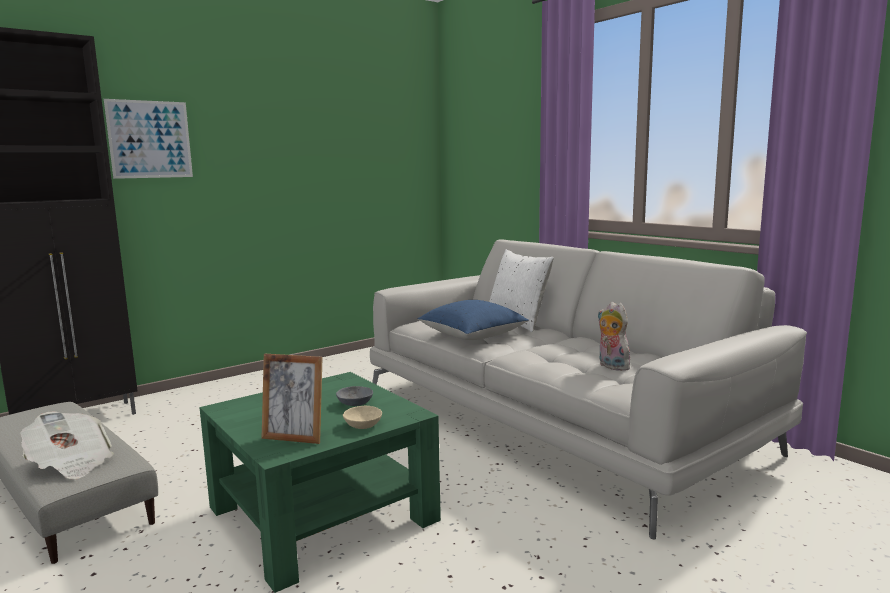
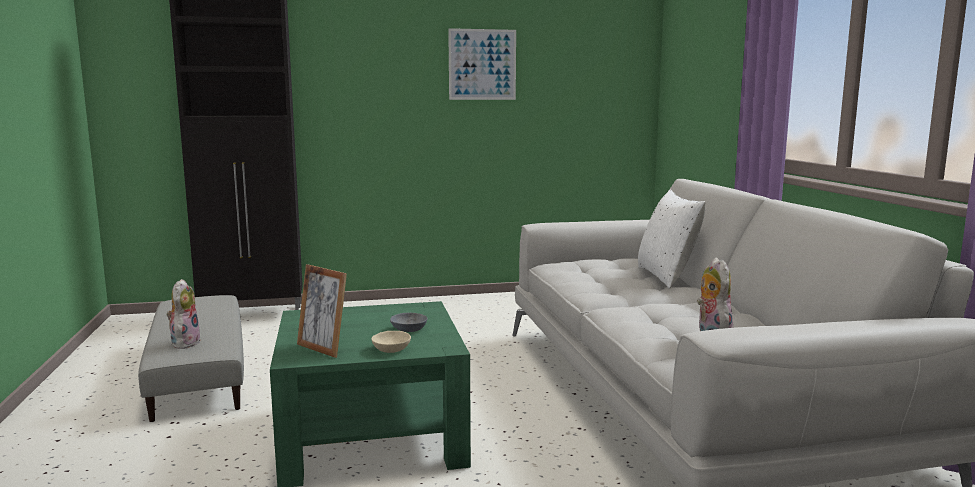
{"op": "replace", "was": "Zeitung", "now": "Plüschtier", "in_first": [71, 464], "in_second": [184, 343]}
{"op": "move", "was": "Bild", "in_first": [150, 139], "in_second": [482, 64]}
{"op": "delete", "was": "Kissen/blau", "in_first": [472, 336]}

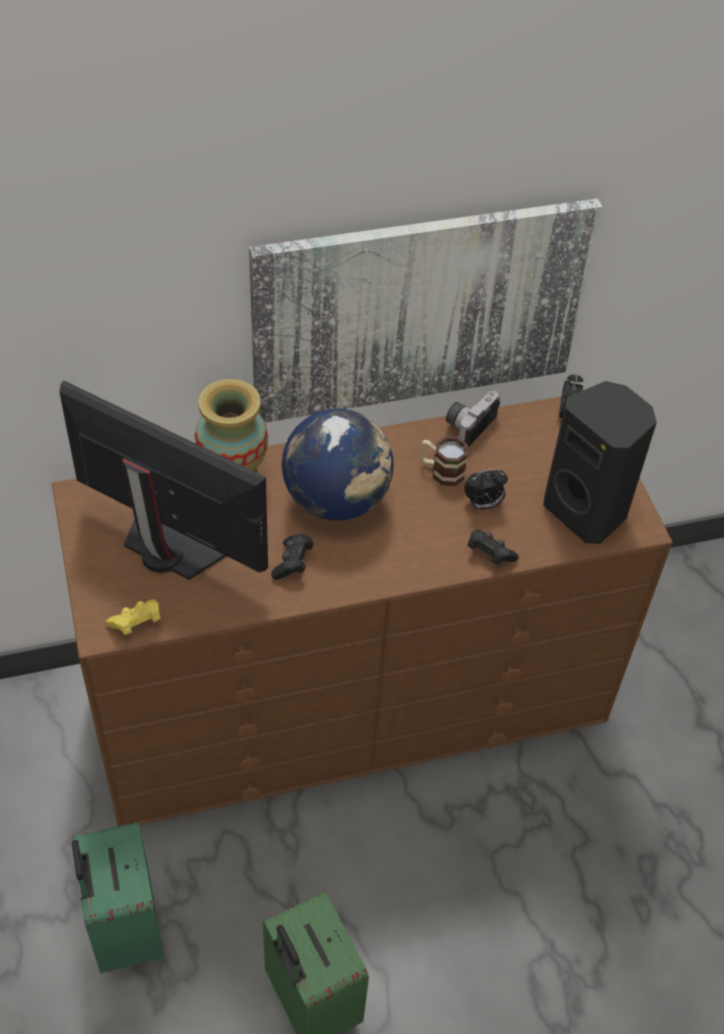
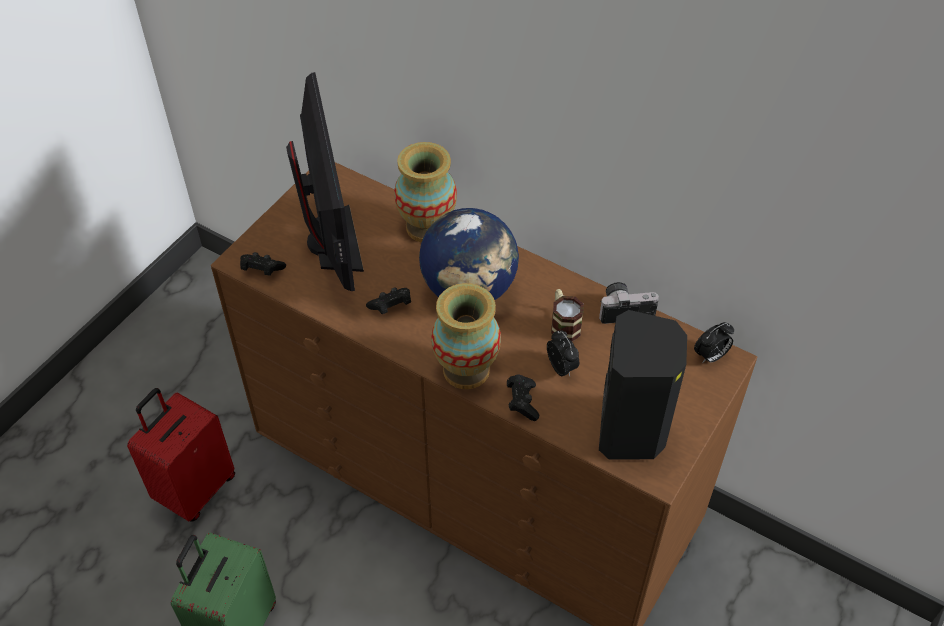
{"op": "recolor", "was": "Koffer/grün", "now": "Koffer/rot", "in_first": [124, 930], "in_second": [195, 489]}
{"op": "recolor", "was": "Gamepad/gelb", "now": "Gamepad/schwarz", "in_first": [136, 623], "in_second": [261, 270]}
{"op": "insert", "now": "Vase", "in_second": [466, 370]}
{"op": "rotate", "was": "Wecker", "in_first": [483, 504], "in_second": [562, 368], "clockwise": -150}
{"op": "delete", "was": "Bild", "in_first": [419, 310]}

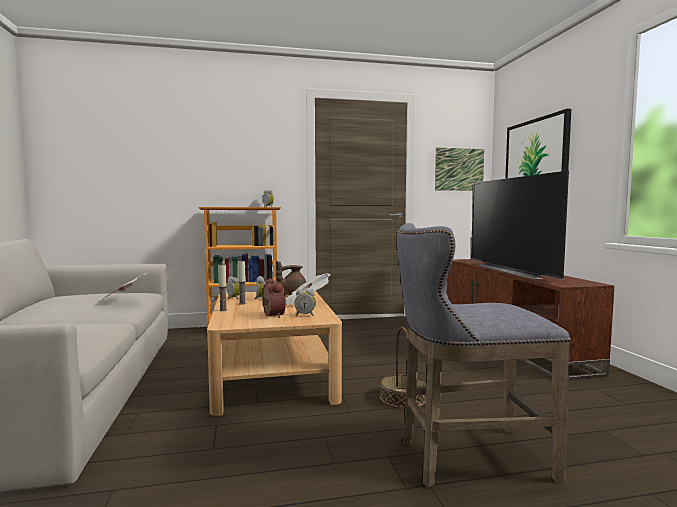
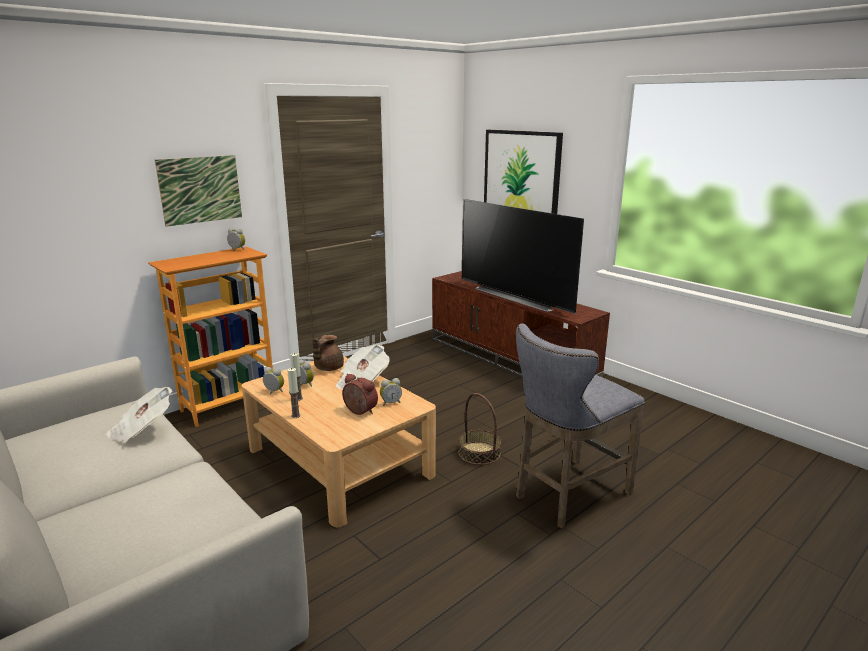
{"op": "move", "was": "Bild", "in_first": [459, 169], "in_second": [200, 189]}

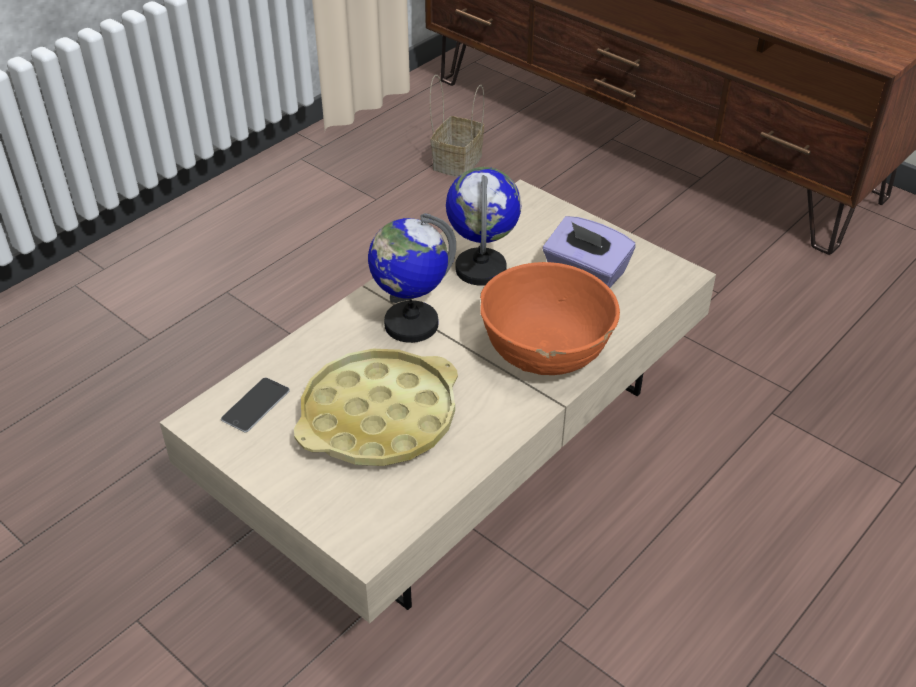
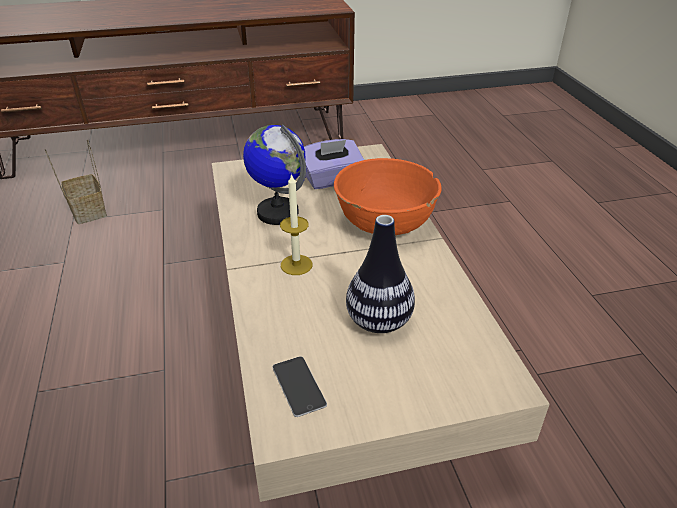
{"op": "replace", "was": "Globus", "now": "Kerze", "in_first": [410, 324], "in_second": [296, 265]}
{"op": "replace", "was": "Tablett/gelb", "now": "Vase", "in_first": [379, 417], "in_second": [379, 321]}

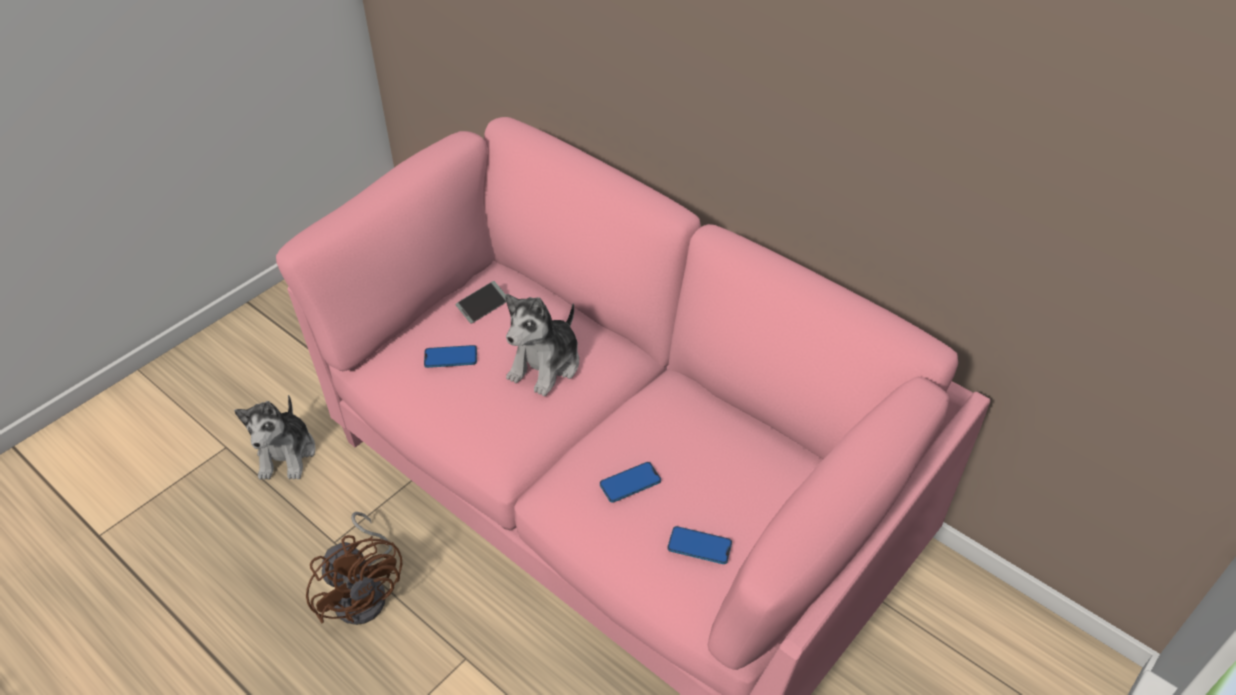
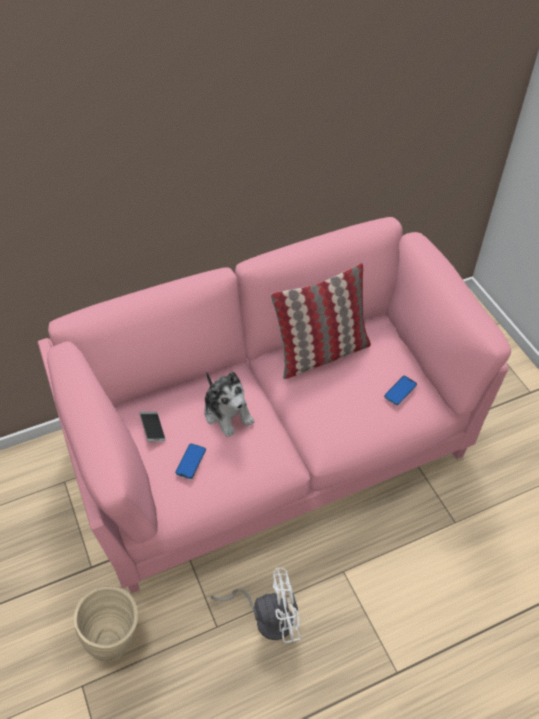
{"op": "replace", "was": "Plüschtier", "now": "Vase/beige", "in_first": [287, 454], "in_second": [117, 640]}
{"op": "recolor", "was": "Ventilator/braun", "now": "Ventilator/weiß", "in_first": [365, 591], "in_second": [267, 616]}
{"op": "insert", "now": "Kissen", "in_second": [321, 353]}
{"op": "delete", "was": "Handy", "in_first": [630, 483]}

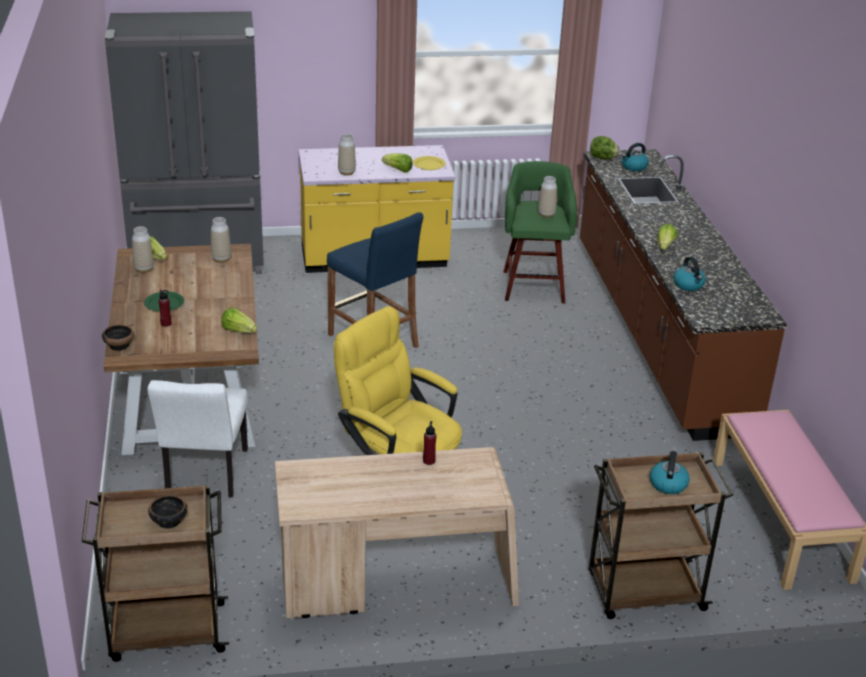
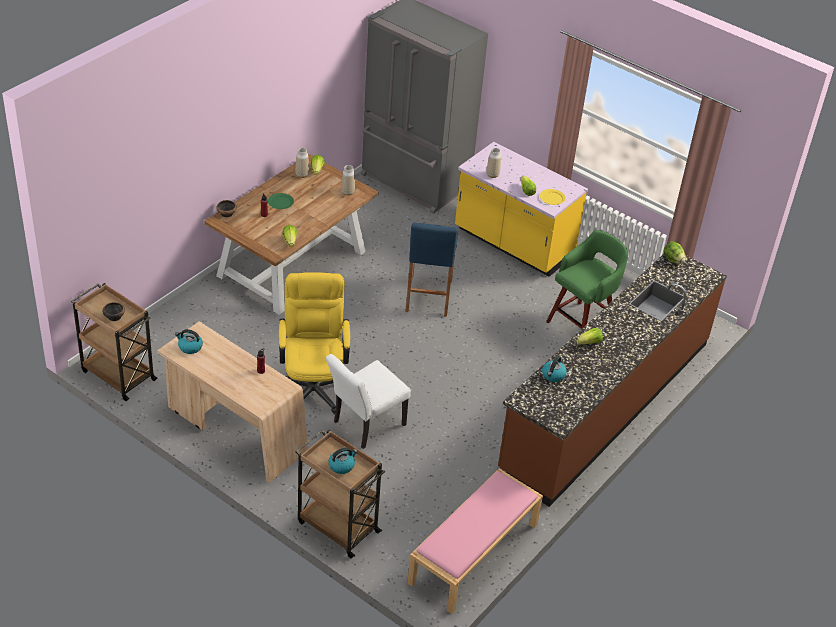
{"op": "move", "was": "Wasserkessel", "in_first": [633, 167], "in_second": [190, 347]}
{"op": "move", "was": "Stuhl/weiß", "in_first": [204, 476], "in_second": [364, 425]}
{"op": "delete", "was": "Vase", "in_first": [546, 215]}

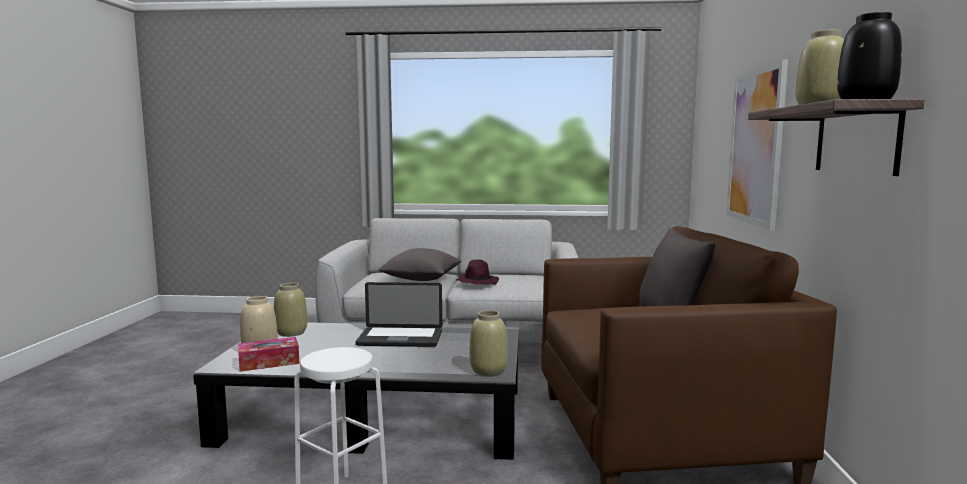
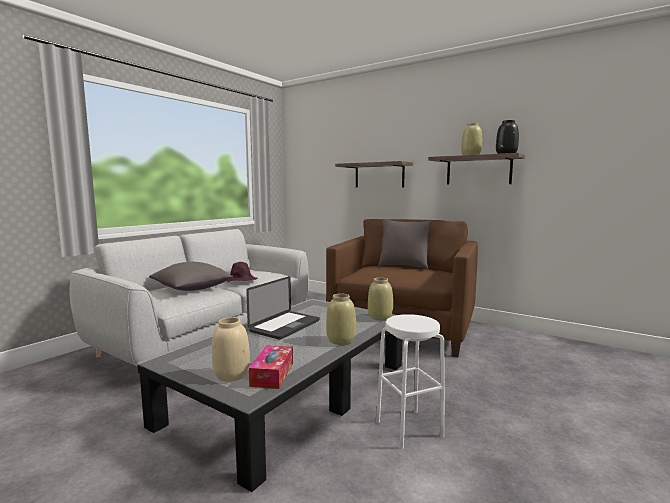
{"op": "move", "was": "Vase/beige", "in_first": [291, 333], "in_second": [341, 341]}
{"op": "replace", "was": "Bild", "now": "Wandregal", "in_first": [755, 146], "in_second": [379, 175]}

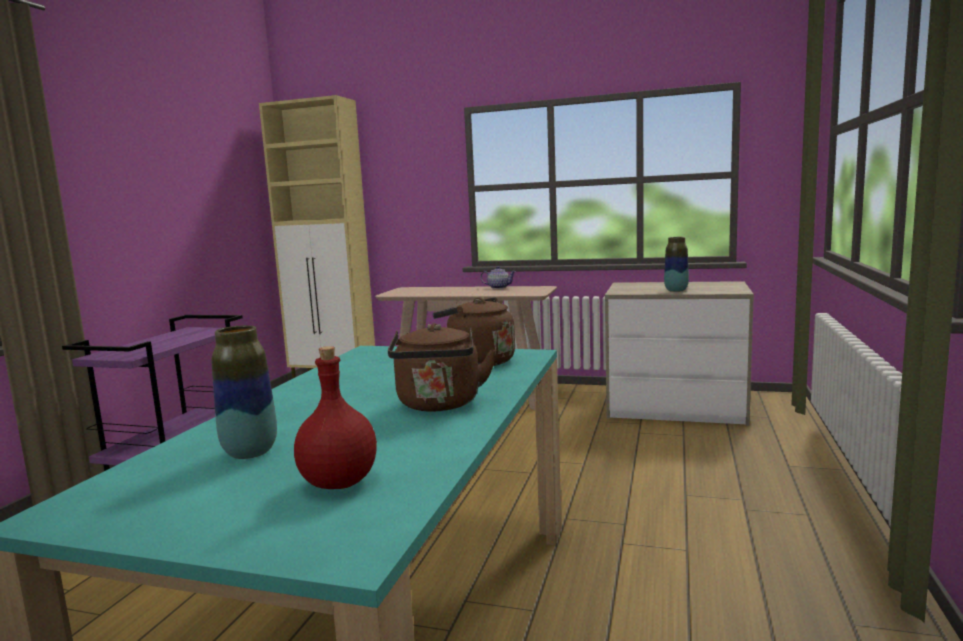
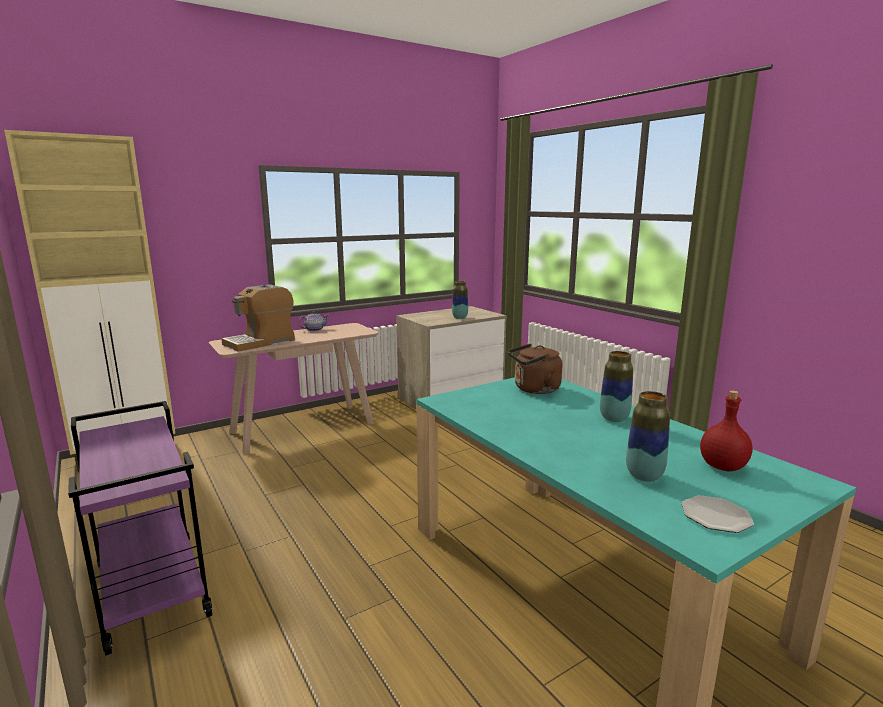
{"op": "insert", "now": "Kaffeemaschine", "in_second": [260, 342]}
{"op": "replace", "was": "Wasserkessel/braun", "now": "Vase", "in_first": [439, 405], "in_second": [614, 418]}
{"op": "insert", "now": "Teller", "in_second": [716, 516]}

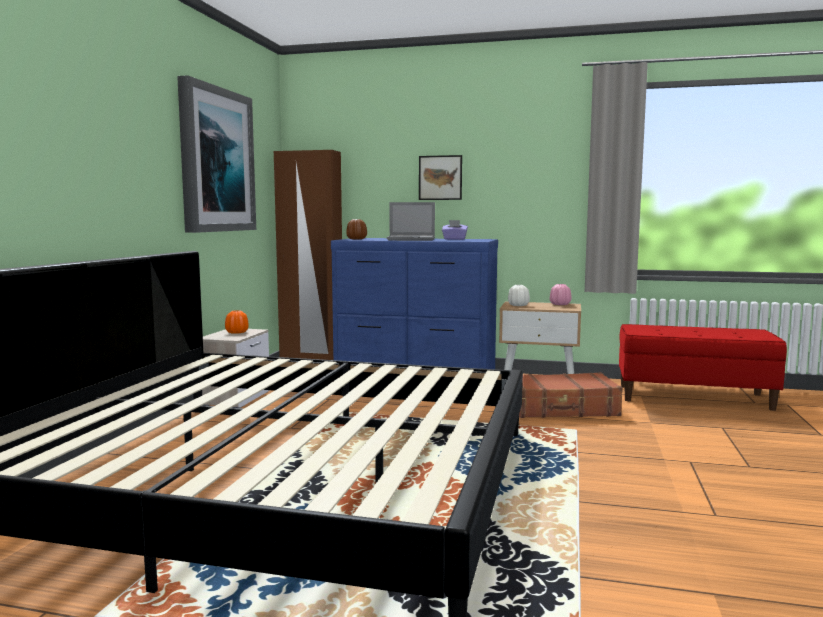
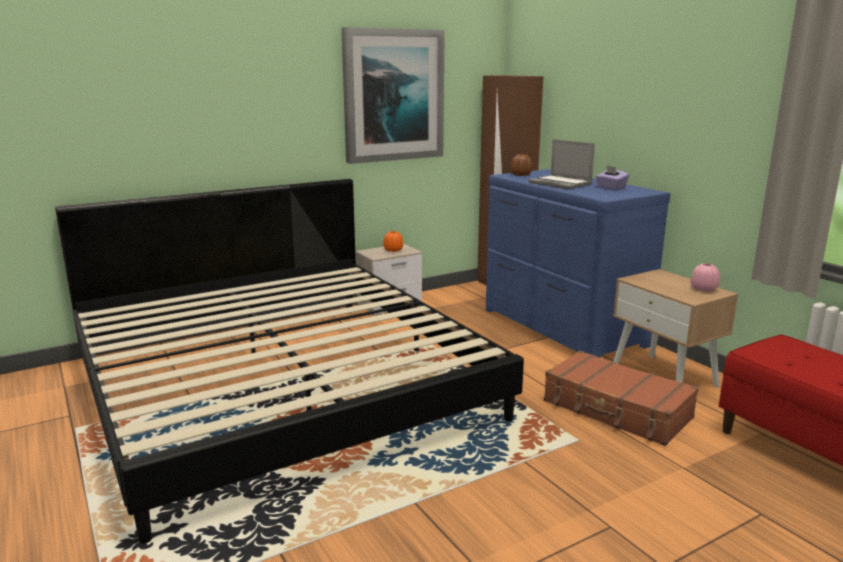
{"op": "delete", "was": "Bild", "in_first": [440, 177]}
{"op": "delete", "was": "Vase/weiß", "in_first": [518, 305]}

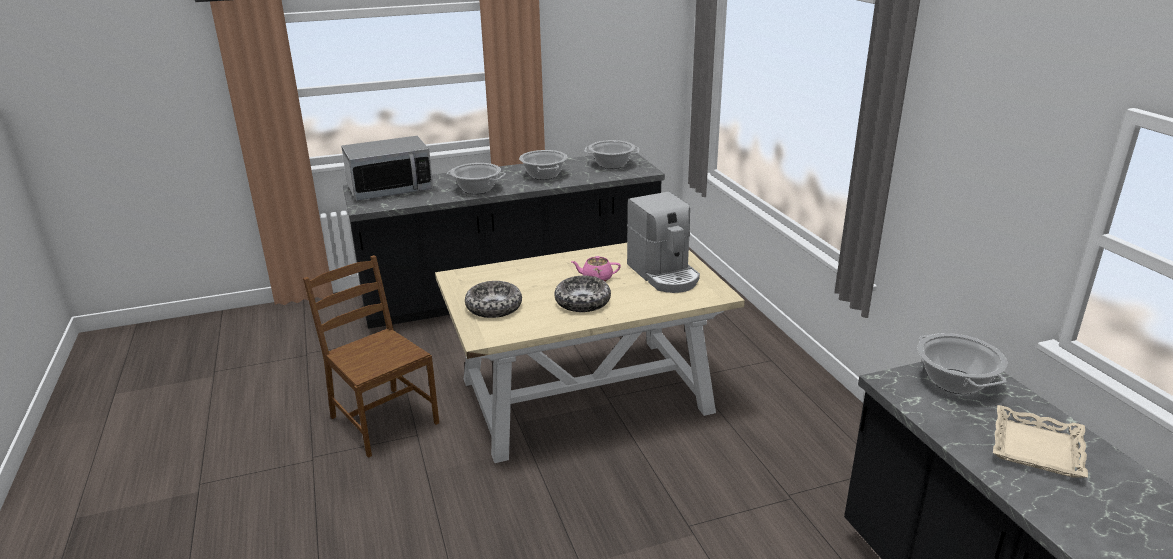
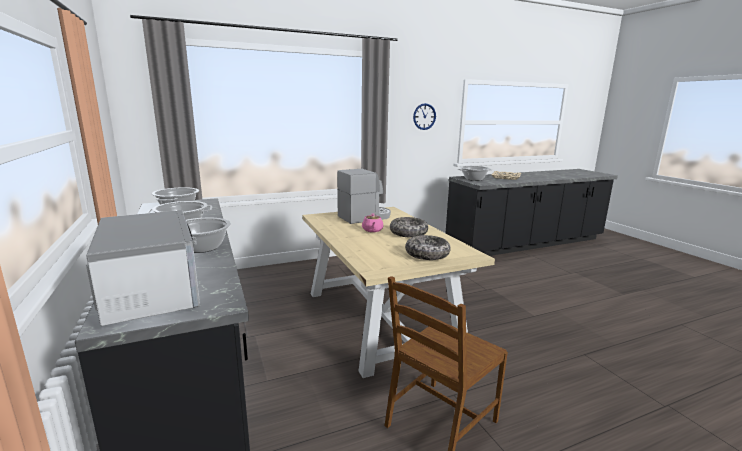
{"op": "insert", "now": "Wanduhr", "in_second": [424, 116]}

